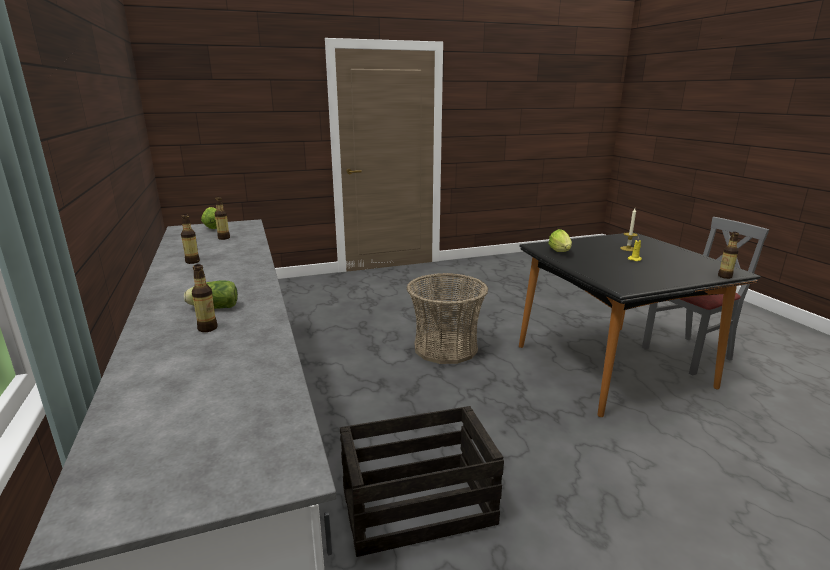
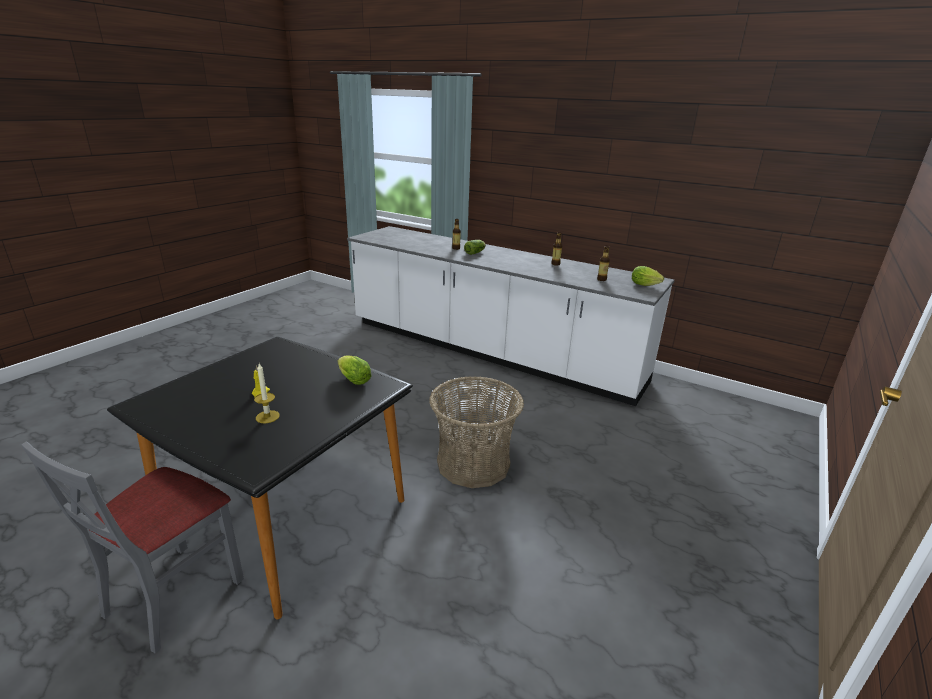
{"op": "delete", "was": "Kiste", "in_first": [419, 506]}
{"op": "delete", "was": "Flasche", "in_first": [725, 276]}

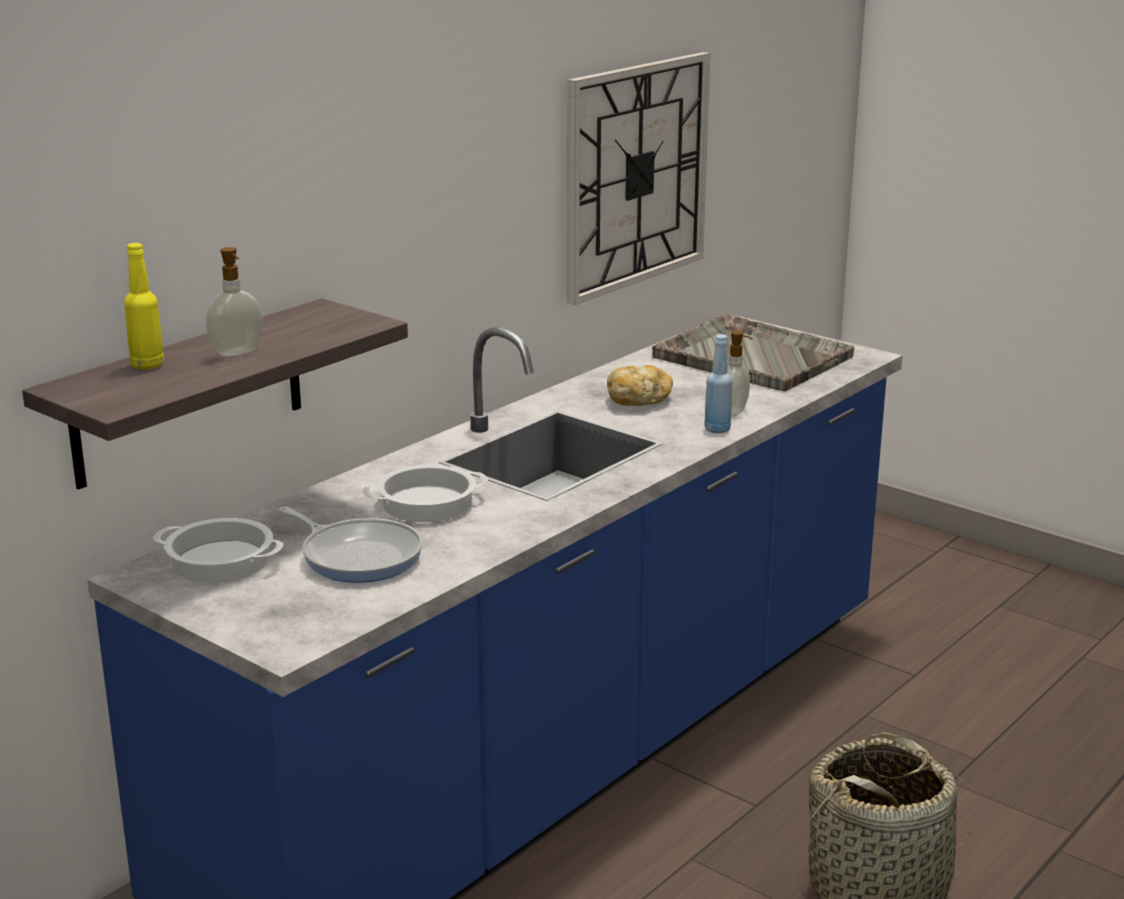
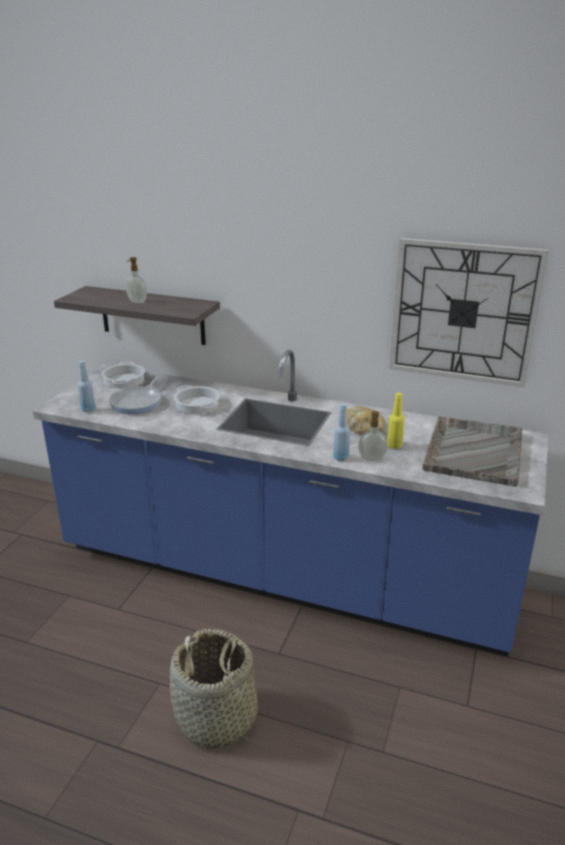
{"op": "insert", "now": "Flasche/blau", "in_second": [88, 410]}
{"op": "move", "was": "Flasche/gelb", "in_first": [147, 365], "in_second": [394, 445]}

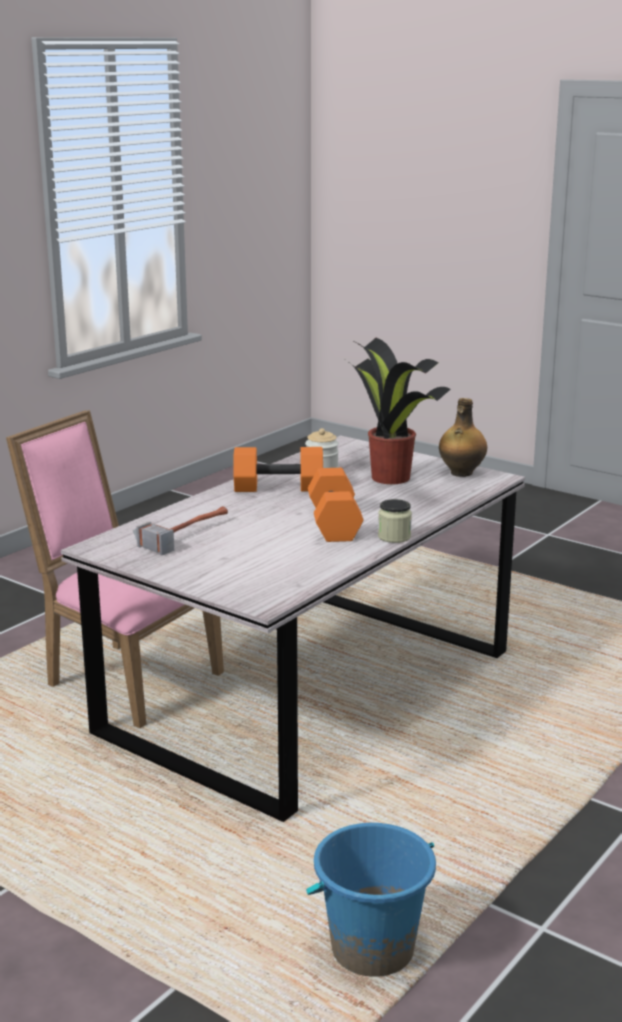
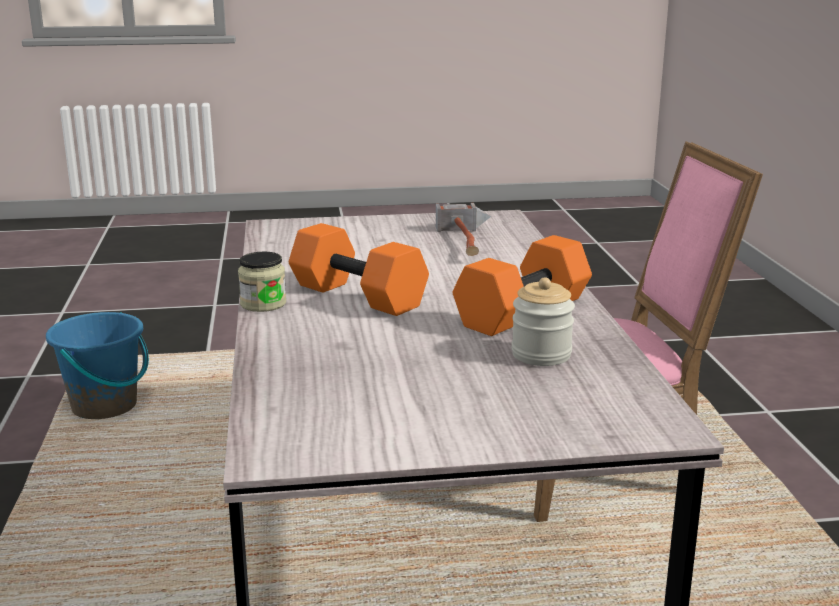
{"op": "delete", "was": "Topfpflanze", "in_first": [389, 477]}
{"op": "delete", "was": "Flasche", "in_first": [461, 473]}

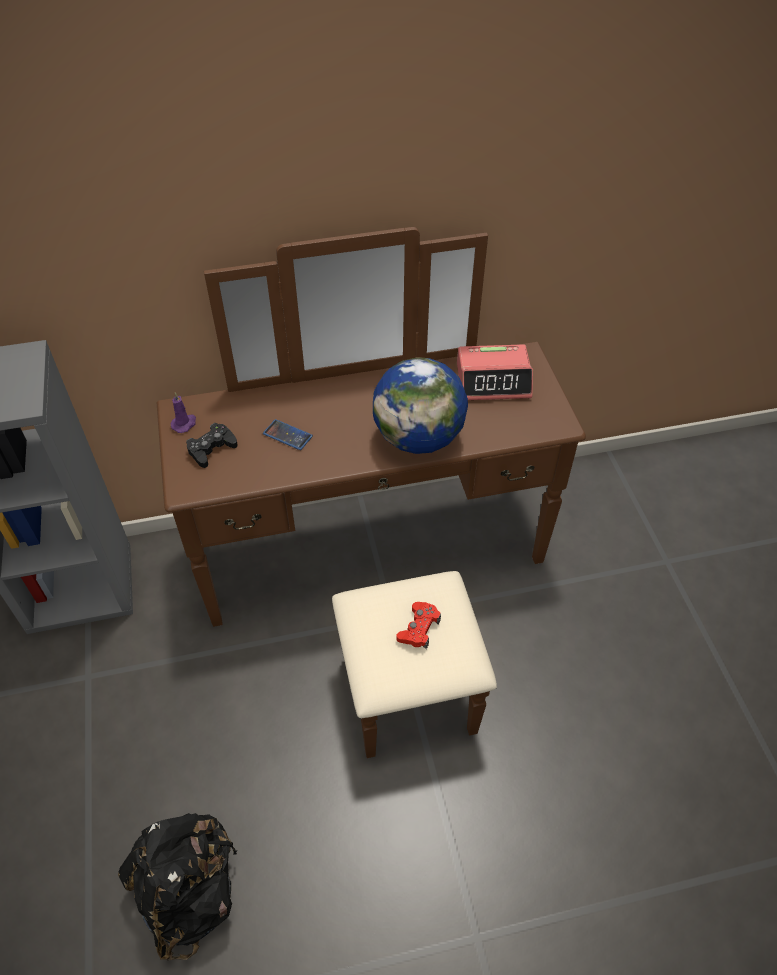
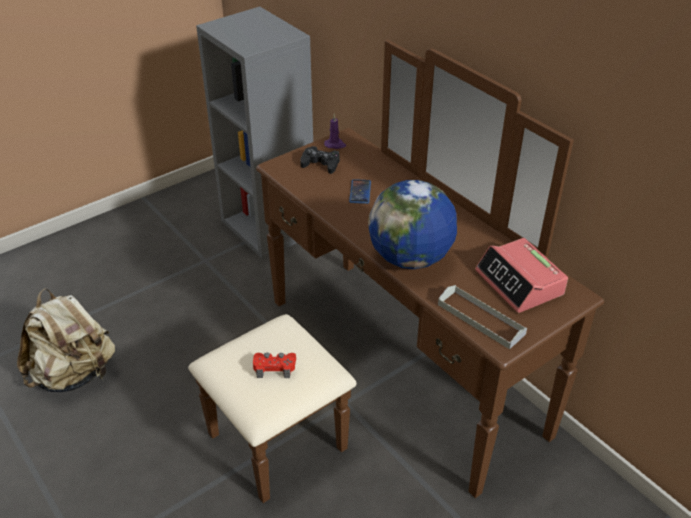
{"op": "recolor", "was": "Rucksack/schwarz", "now": "Rucksack/beige", "in_first": [191, 892], "in_second": [74, 374]}
{"op": "insert", "now": "Tablett/grau", "in_second": [481, 319]}

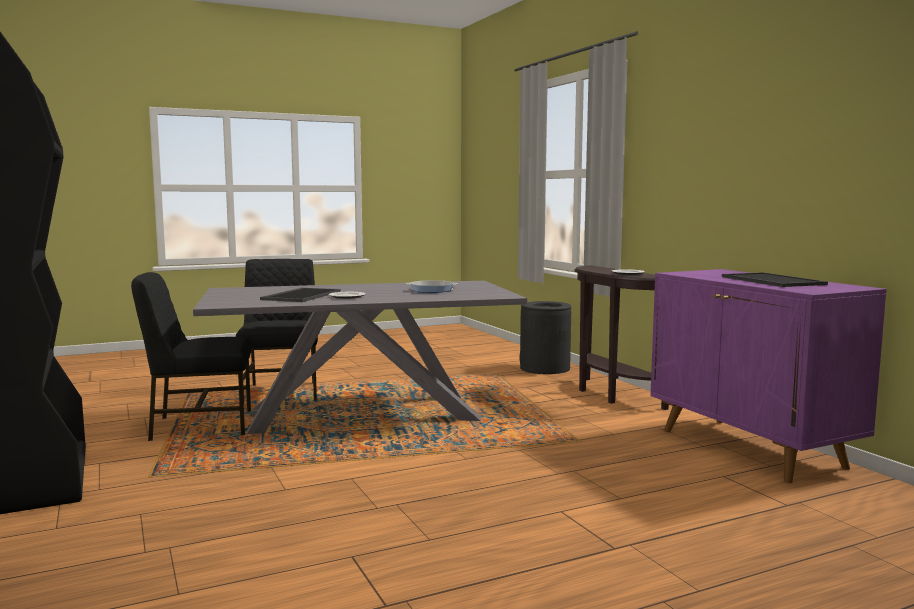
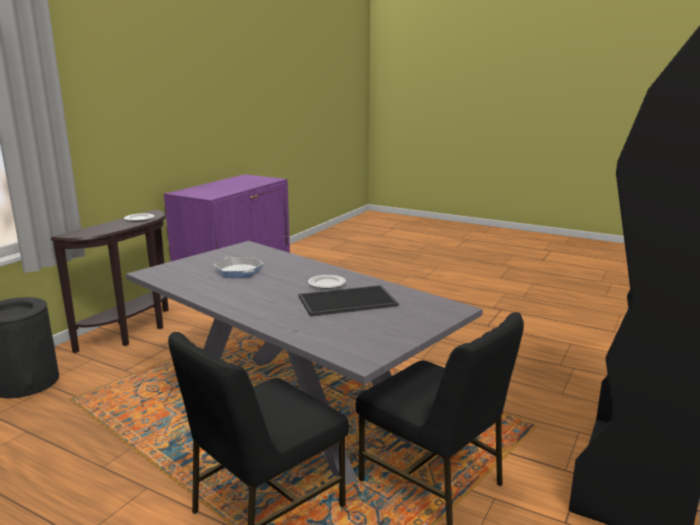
{"op": "delete", "was": "Tablett", "in_first": [770, 280]}

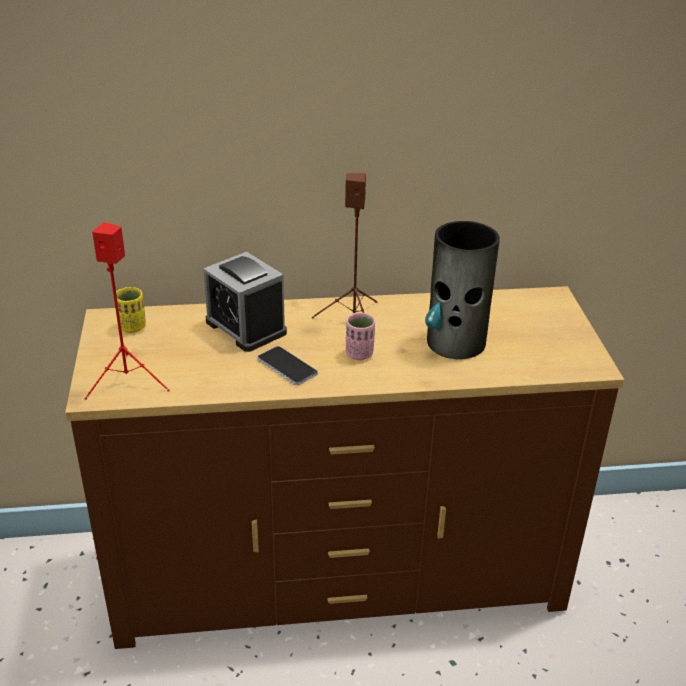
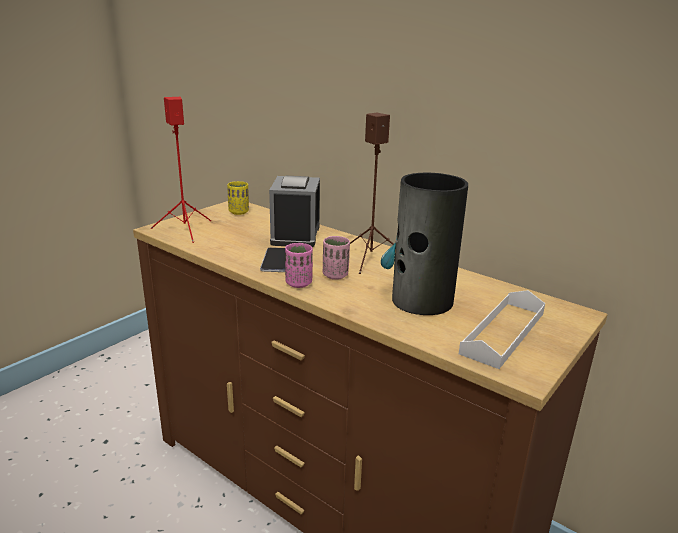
{"op": "insert", "now": "Tasse/rosa", "in_second": [298, 283]}
{"op": "insert", "now": "Tablett/weiß", "in_second": [503, 333]}

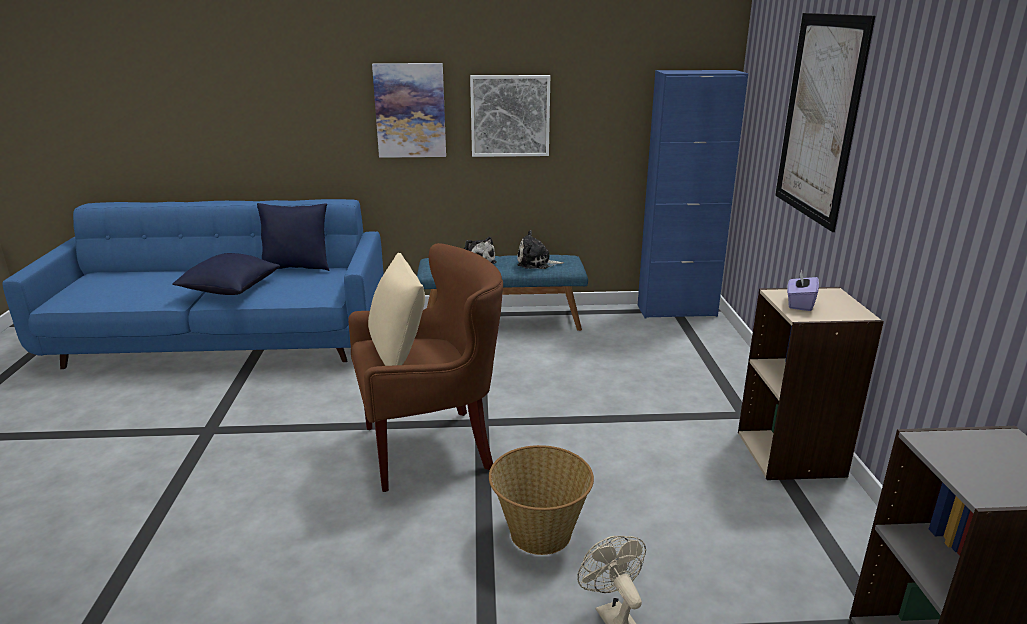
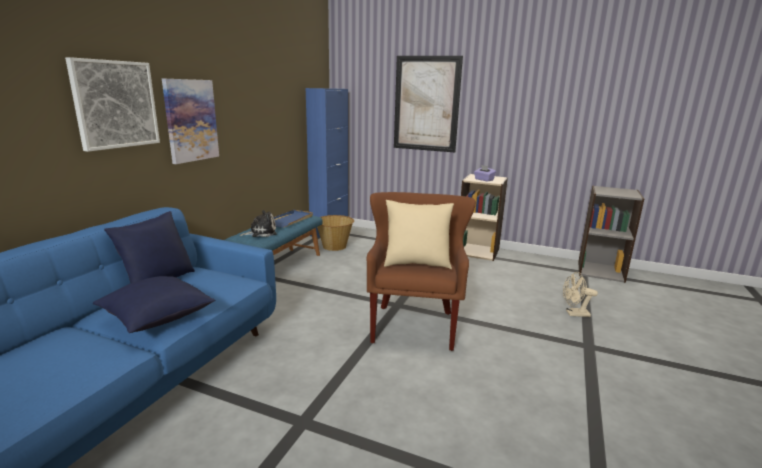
{"op": "move", "was": "Bild", "in_first": [510, 116], "in_second": [115, 104]}
{"op": "replace", "was": "Plüschtier", "now": "Tablett/blau", "in_first": [536, 263], "in_second": [290, 220]}
{"op": "move", "was": "Korb", "in_first": [539, 534], "in_second": [334, 246]}

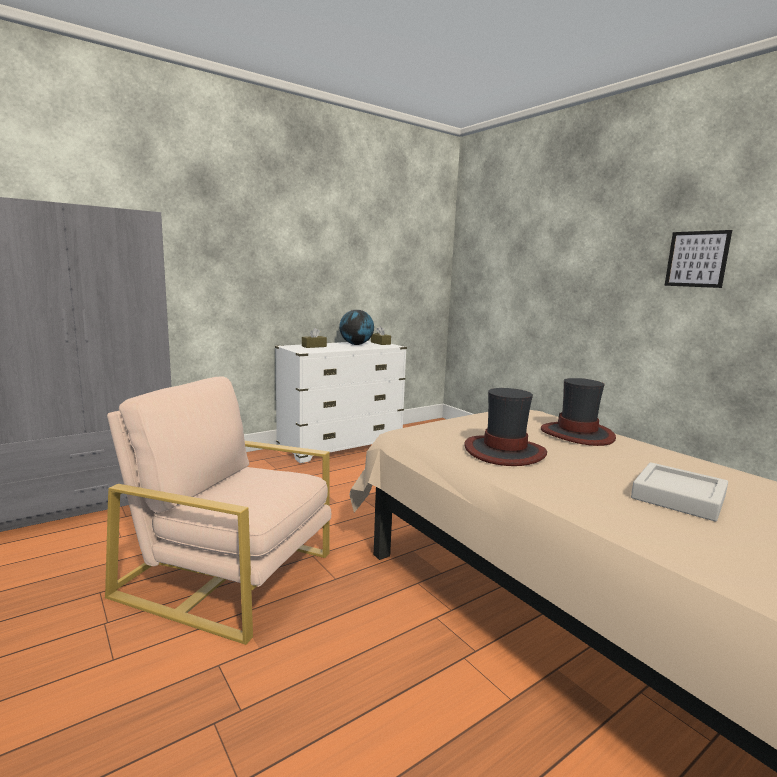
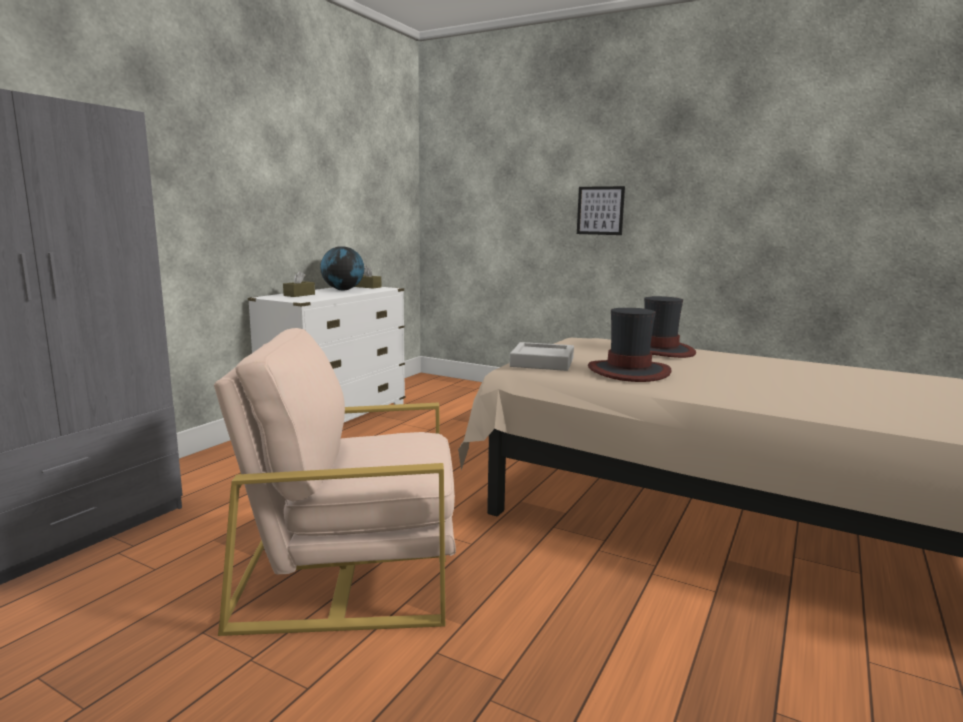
{"op": "move", "was": "Tablett/grau", "in_first": [678, 497], "in_second": [542, 362]}
{"op": "move", "was": "Bild", "in_first": [697, 259], "in_second": [600, 210]}

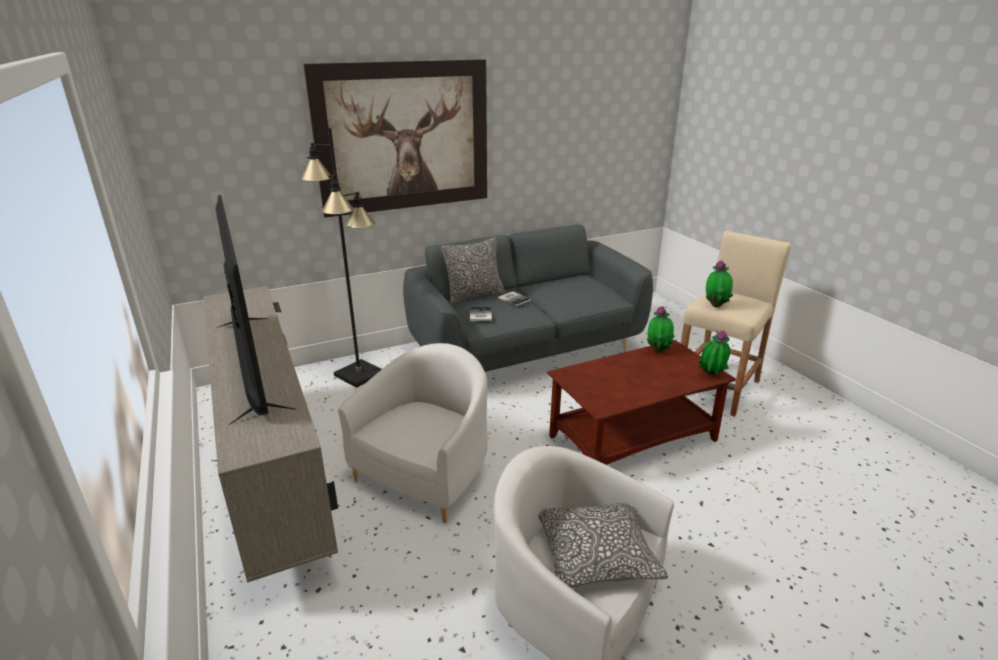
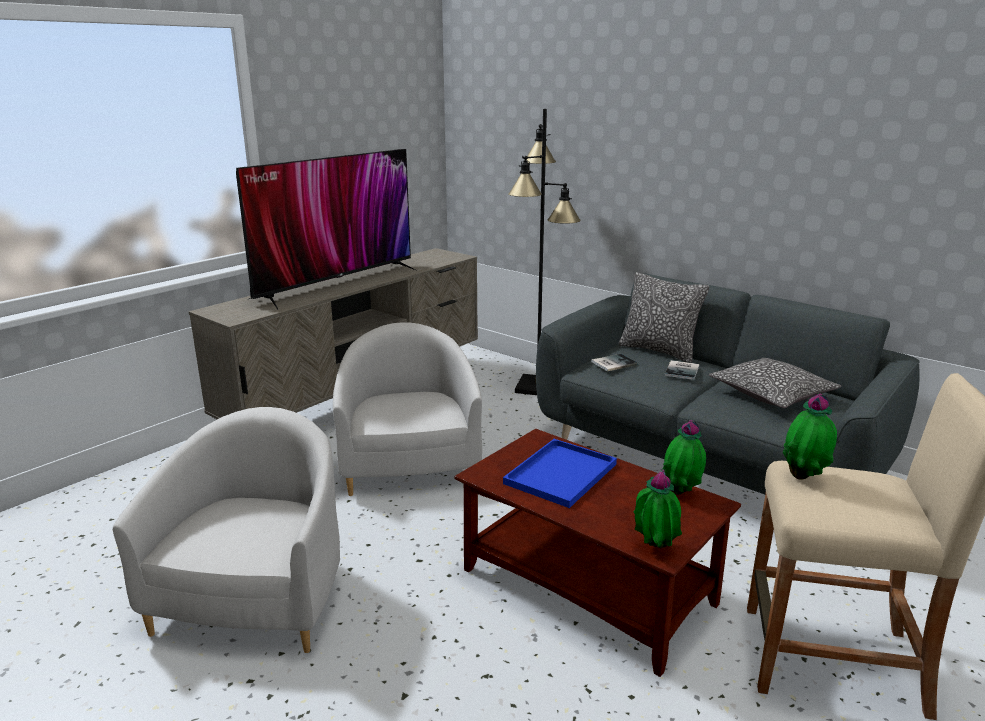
{"op": "rotate", "was": "Sessel/weiß", "in_first": [426, 474], "in_second": [409, 465], "clockwise": -105}
{"op": "insert", "now": "Tablett/blau", "in_second": [560, 475]}
{"op": "move", "was": "Kissen", "in_first": [596, 554], "in_second": [771, 394]}
{"op": "delete", "was": "Bild", "in_first": [404, 137]}

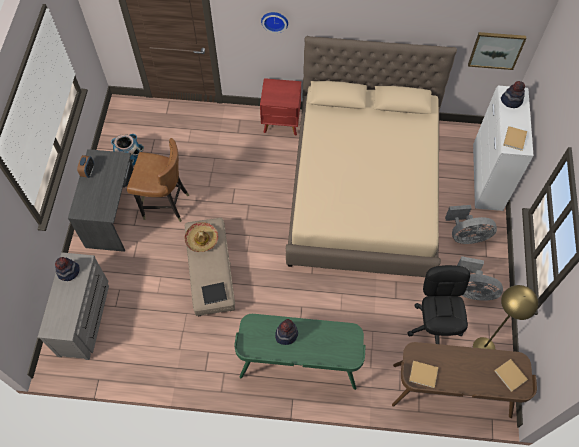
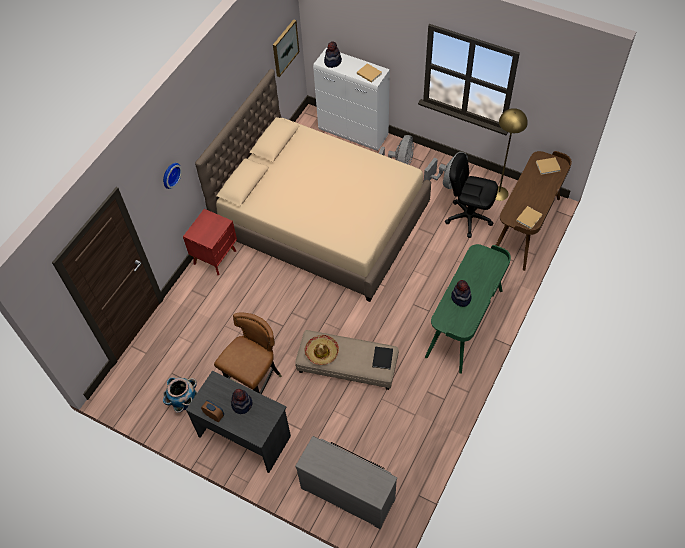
{"op": "move", "was": "Hut", "in_first": [69, 272], "in_second": [242, 404]}

